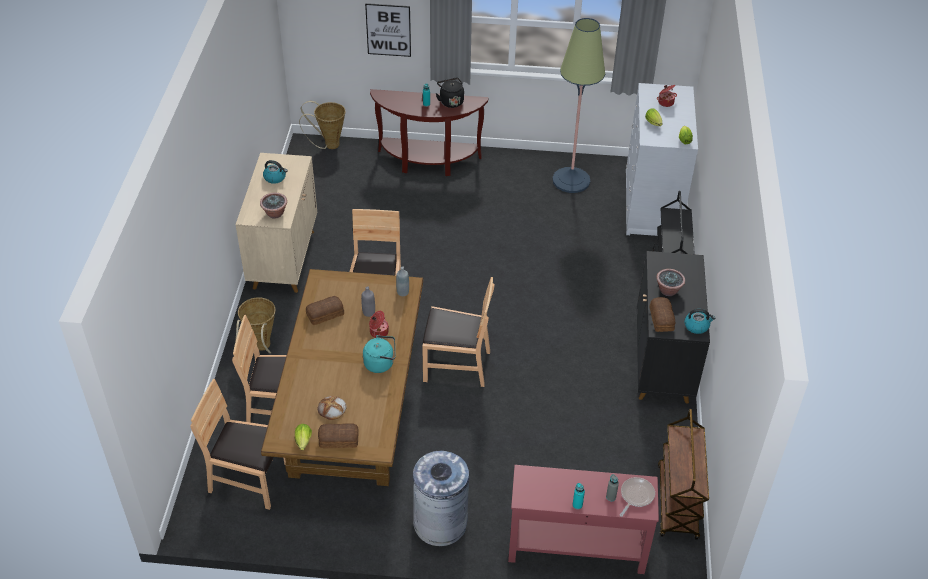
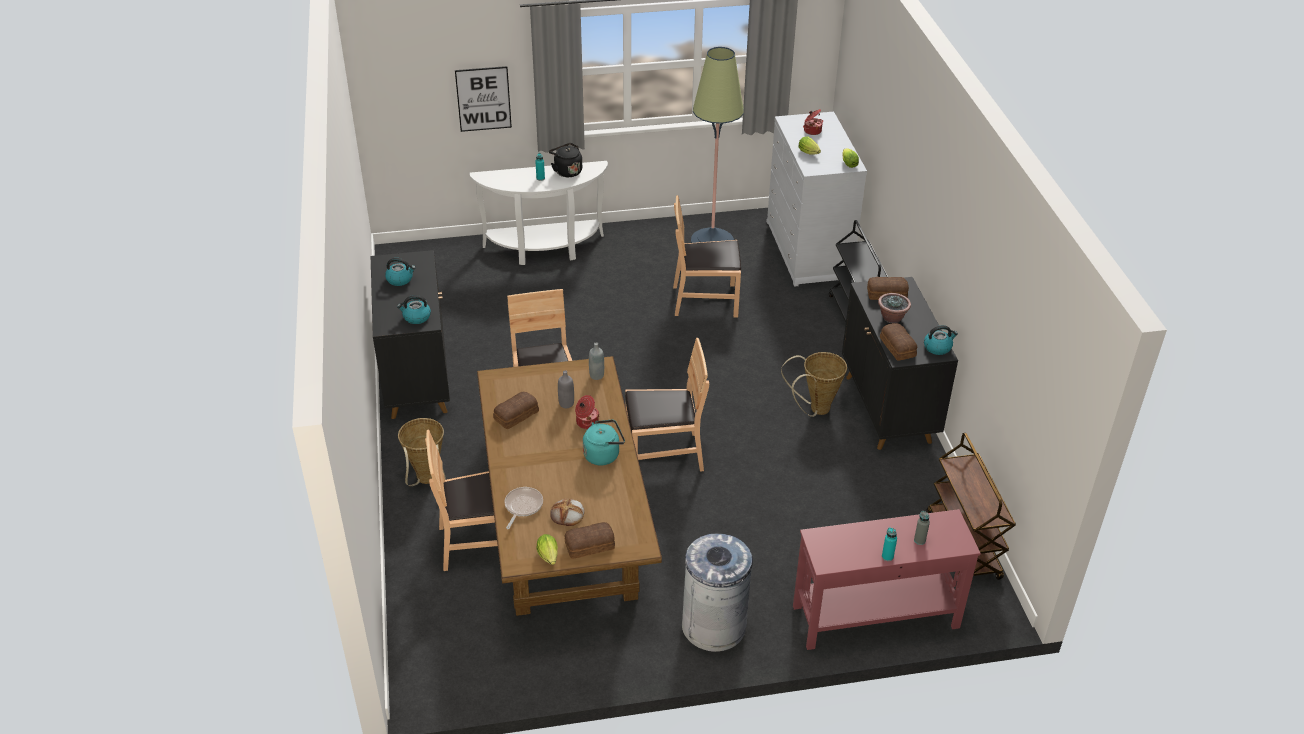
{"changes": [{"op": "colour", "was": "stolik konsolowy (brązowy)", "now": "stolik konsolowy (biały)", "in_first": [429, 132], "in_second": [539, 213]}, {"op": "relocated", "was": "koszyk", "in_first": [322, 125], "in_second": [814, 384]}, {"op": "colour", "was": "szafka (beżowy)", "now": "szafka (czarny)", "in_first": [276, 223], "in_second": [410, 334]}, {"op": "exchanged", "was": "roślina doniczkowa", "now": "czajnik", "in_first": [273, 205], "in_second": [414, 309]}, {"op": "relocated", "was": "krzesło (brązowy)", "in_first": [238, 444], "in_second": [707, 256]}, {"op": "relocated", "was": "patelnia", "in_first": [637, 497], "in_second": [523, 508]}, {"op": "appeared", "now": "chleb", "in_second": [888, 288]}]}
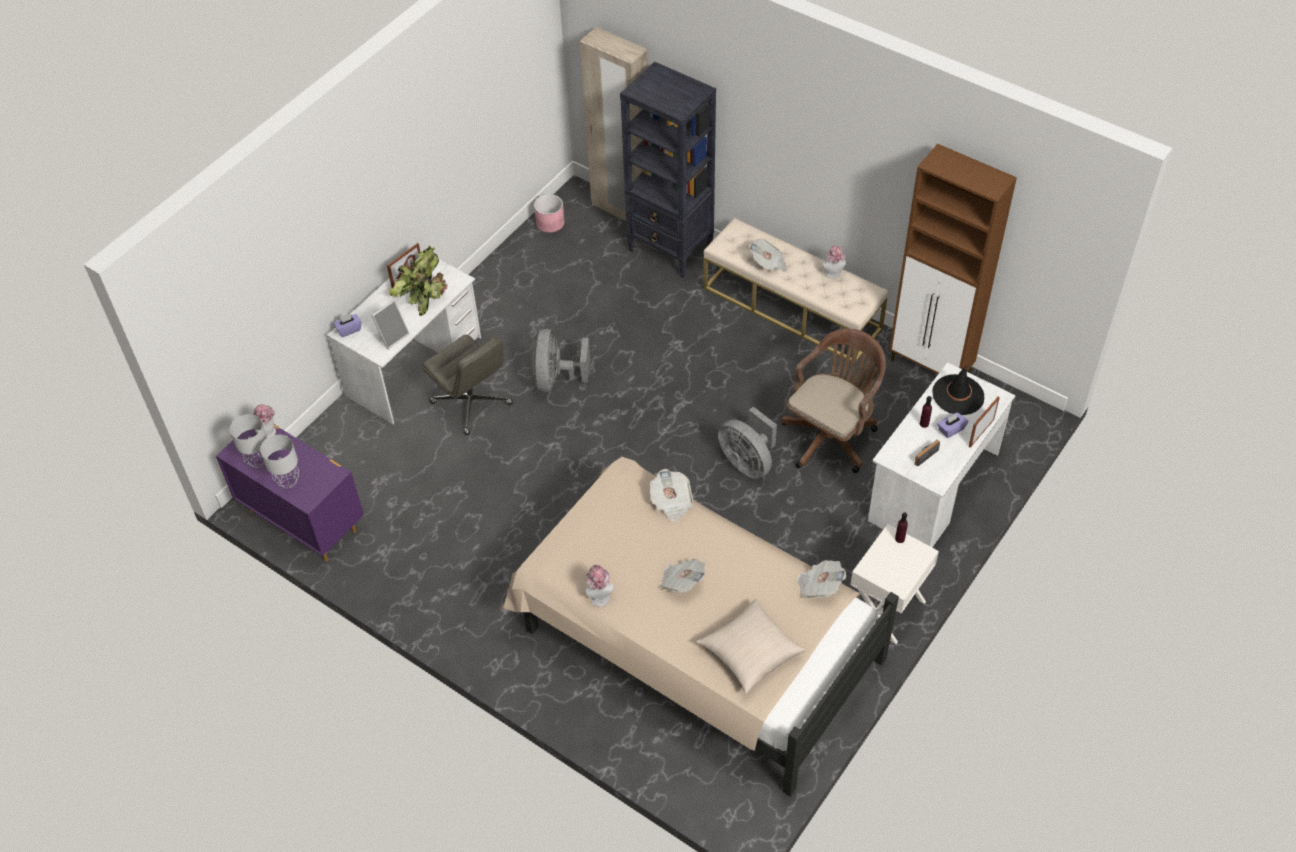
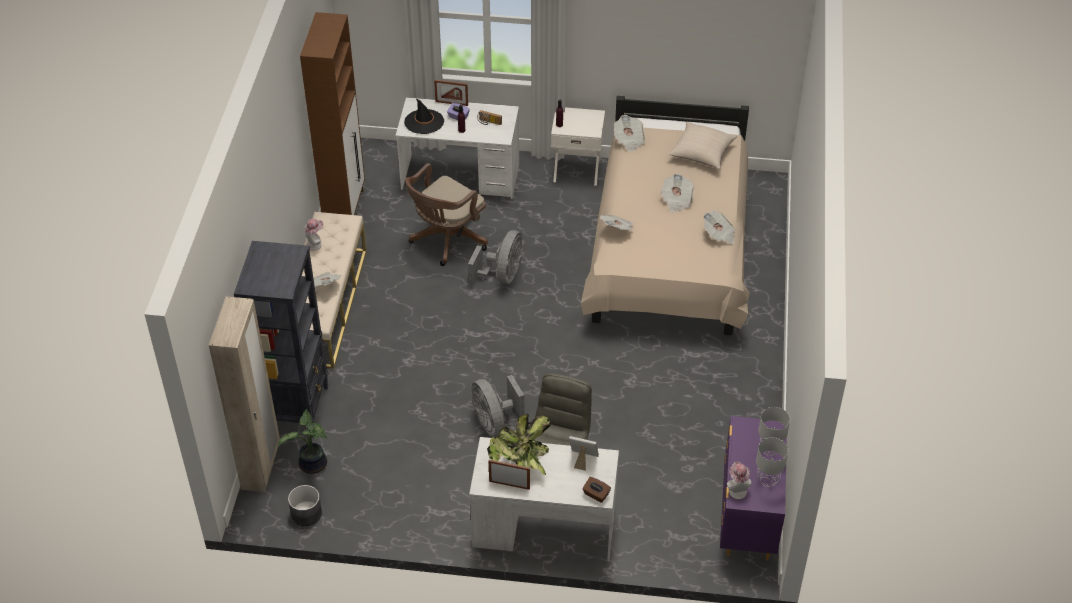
{"changes": [{"op": "colour", "was": "donica (różowy)", "now": "donica (szary)", "in_first": [549, 213], "in_second": [305, 505]}, {"op": "colour", "was": "pudełko chusteczek (fioletowy)", "now": "pudełko chusteczek (brązowy)", "in_first": [347, 325], "in_second": [596, 490]}, {"op": "spun", "was": "krzesło biurowe (brązowy)", "in_first": [833, 400], "in_second": [446, 214], "clockwise": -60}, {"op": "spun", "was": "wentylator (szary)", "in_first": [561, 360], "in_second": [498, 406], "clockwise": 90}, {"op": "exchanged", "was": "kapelusz", "now": "gazeta", "in_first": [599, 586], "in_second": [719, 228]}, {"op": "appeared", "now": "roślina doniczkowa", "in_second": [302, 441]}]}
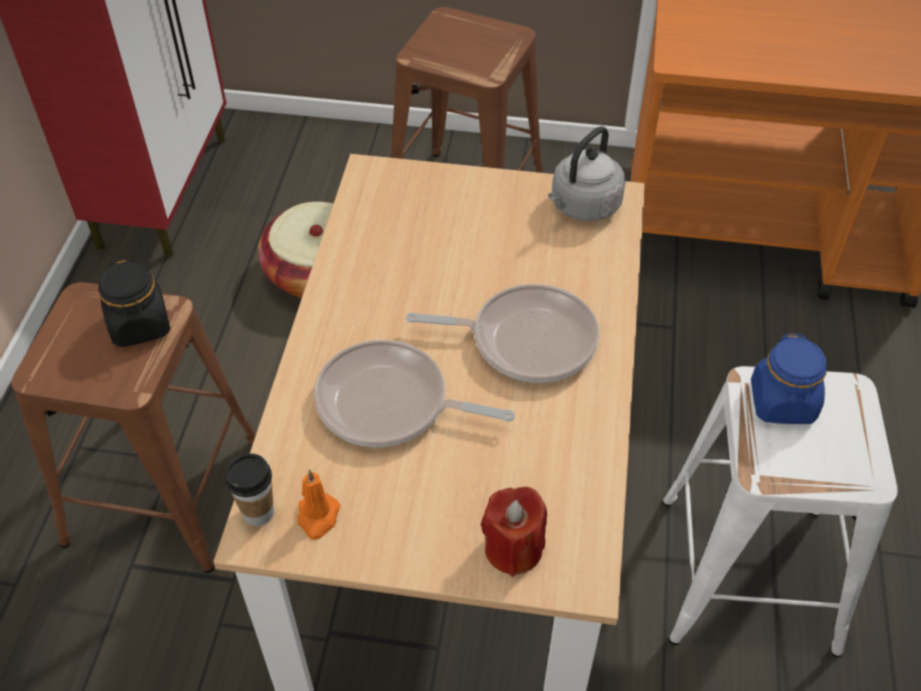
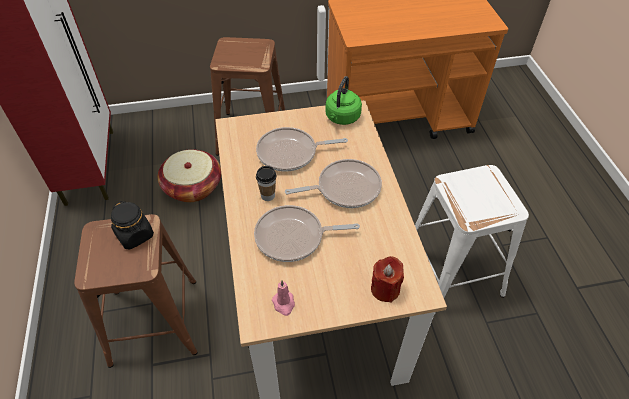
{"changes": [{"op": "colour", "was": "czajnik (szary)", "now": "czajnik (zielony)", "in_first": [587, 173], "in_second": [343, 100]}, {"op": "missing", "was": "słoik (niebieski)", "in_first": [789, 378]}, {"op": "relocated", "was": "filiżanka", "in_first": [249, 489], "in_second": [266, 183]}, {"op": "colour", "was": "świeca (pomarańczowy)", "now": "świeca (różowy)", "in_first": [318, 504], "in_second": [283, 298]}, {"op": "appeared", "now": "patelnia", "in_second": [302, 149]}]}
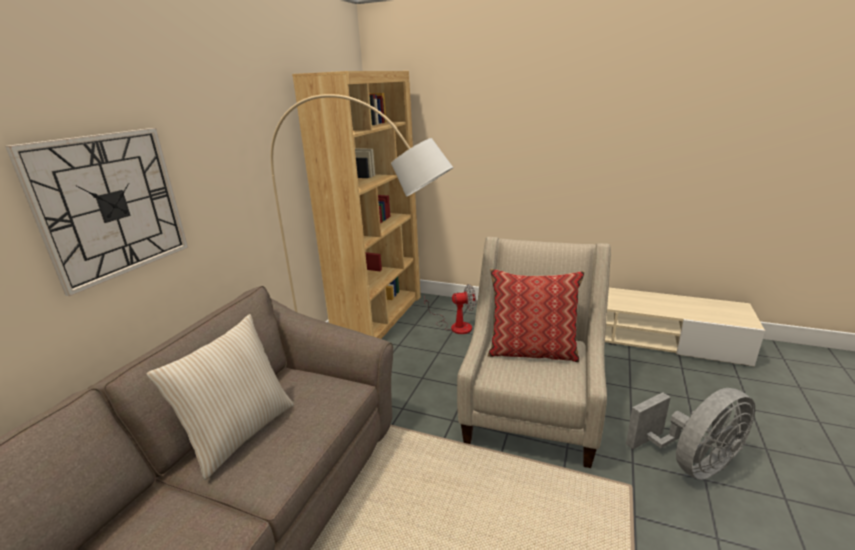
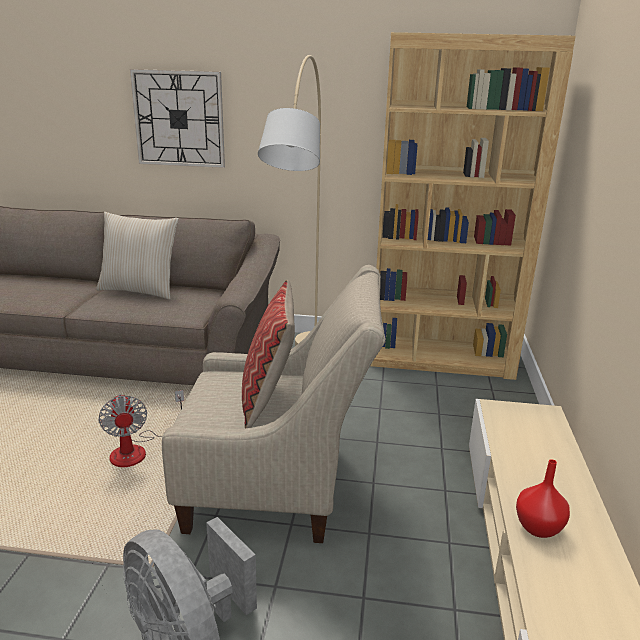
{"changes": [{"op": "relocated", "was": "wentylator", "in_first": [450, 309], "in_second": [141, 428]}, {"op": "appeared", "now": "wazon (czerwony)", "in_second": [543, 498]}]}
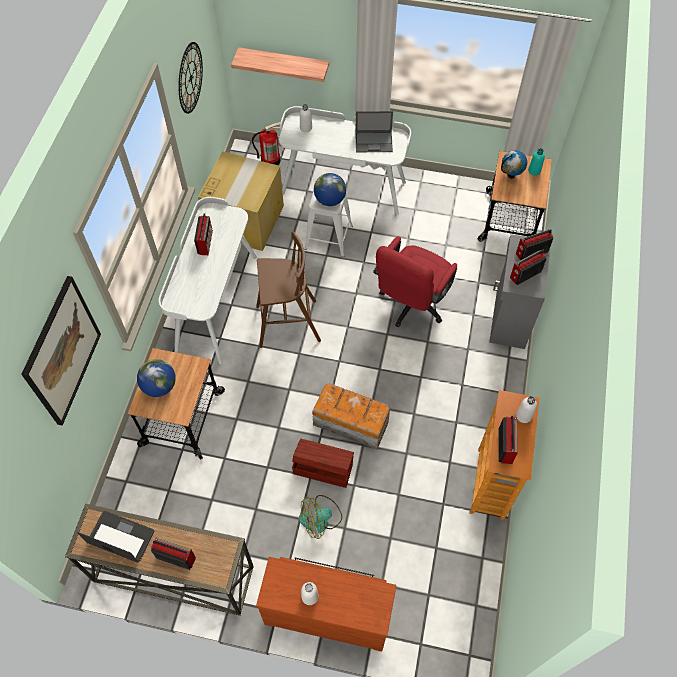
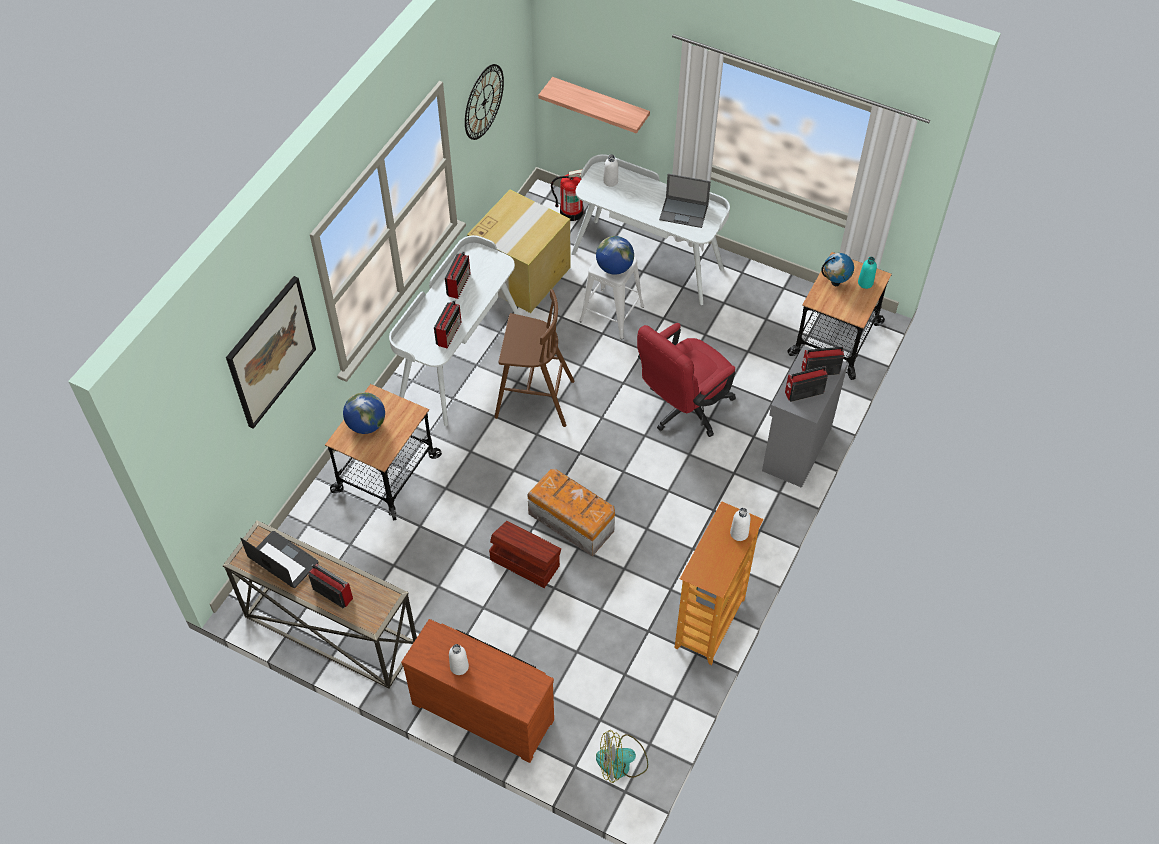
{"changes": [{"op": "relocated", "was": "radio", "in_first": [508, 439], "in_second": [448, 324]}, {"op": "relocated", "was": "wentylator", "in_first": [320, 517], "in_second": [622, 756]}]}
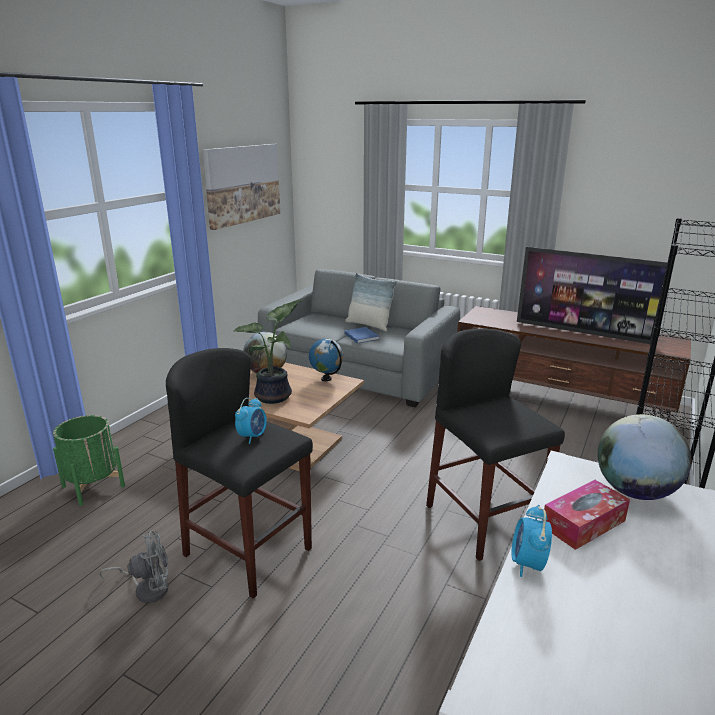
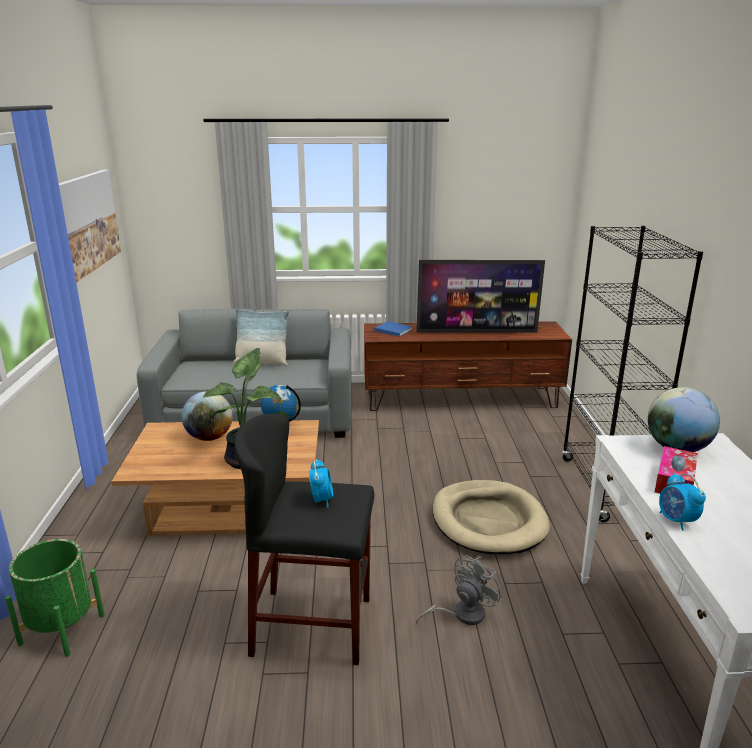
{"changes": [{"op": "relocated", "was": "książka (niebieski)", "in_first": [362, 335], "in_second": [393, 329]}, {"op": "exchanged", "was": "stołek (czarny)", "now": "legowisko (beżowy)", "in_first": [495, 444], "in_second": [491, 517]}, {"op": "relocated", "was": "wentylator (szary)", "in_first": [134, 567], "in_second": [459, 590]}]}
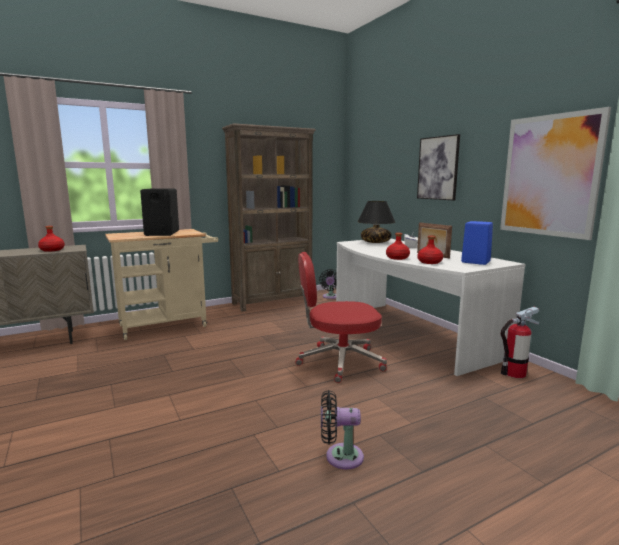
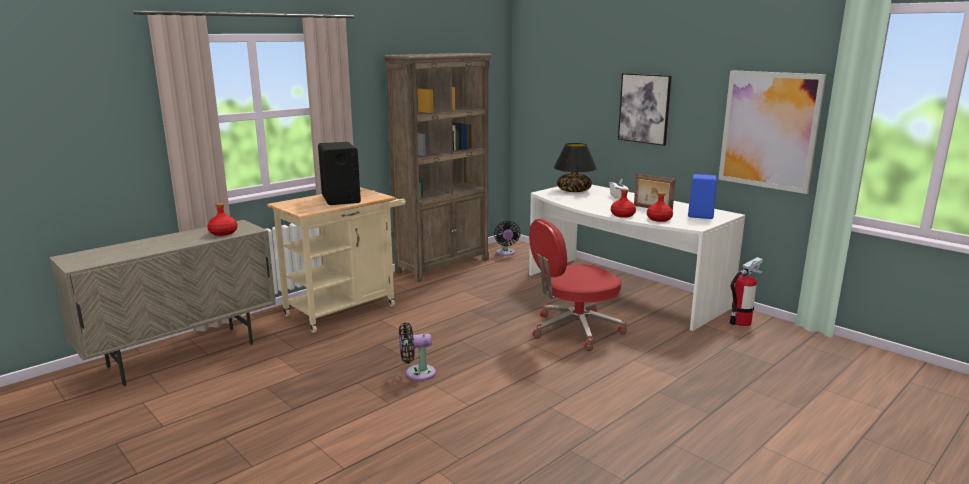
{"changes": [{"op": "relocated", "was": "wentylator (czarny)", "in_first": [342, 430], "in_second": [417, 351]}]}
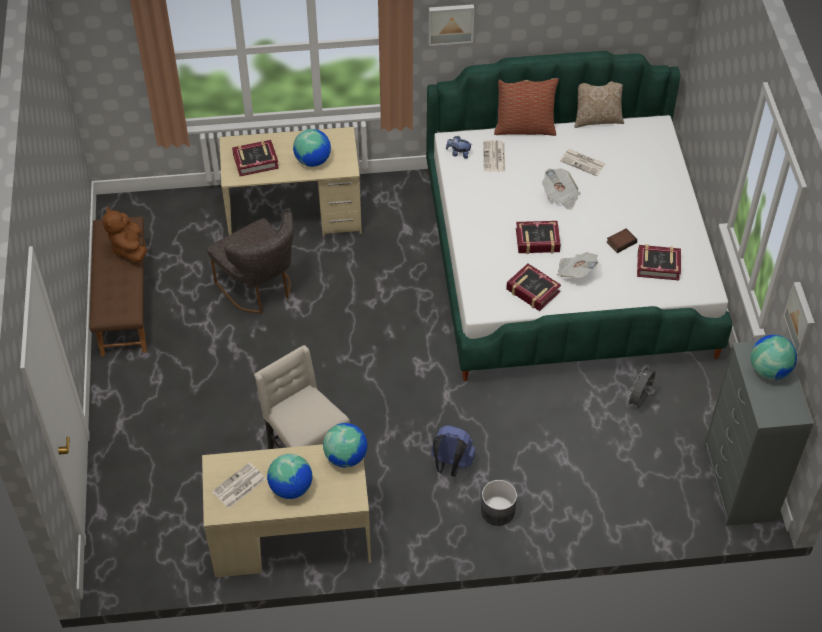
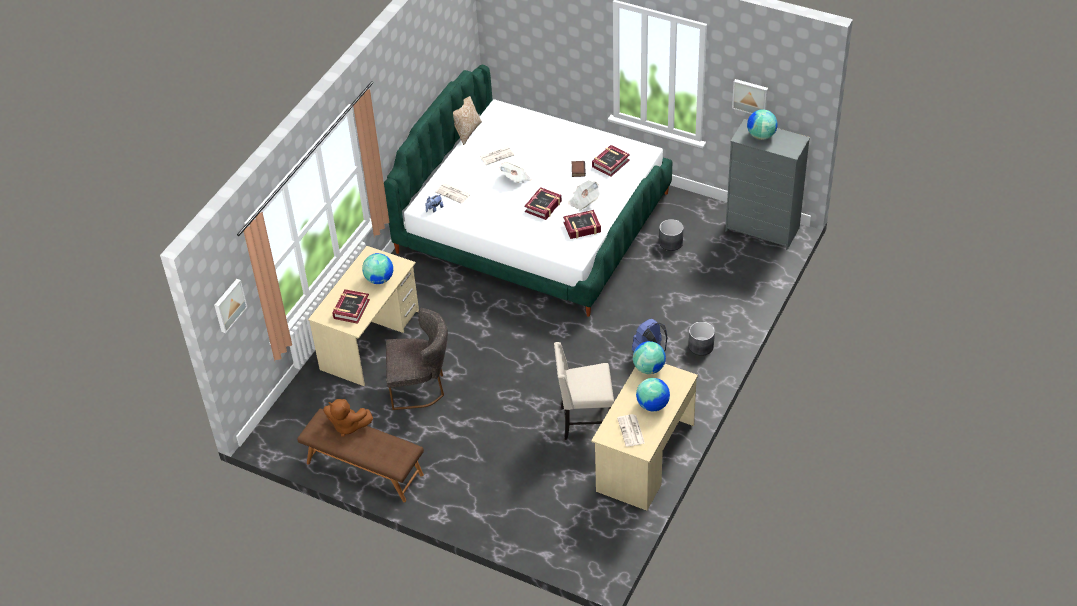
{"changes": [{"op": "relocated", "was": "obraz", "in_first": [451, 25], "in_second": [230, 306]}, {"op": "missing", "was": "poduszka", "in_first": [526, 107]}, {"op": "exchanged", "was": "wentylator (szary)", "now": "donica (szary)", "in_first": [641, 386], "in_second": [671, 235]}]}
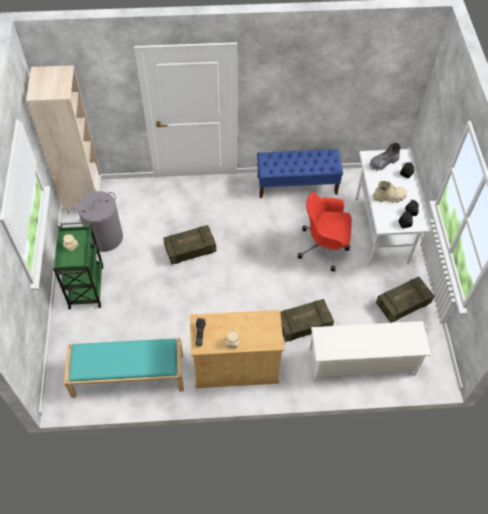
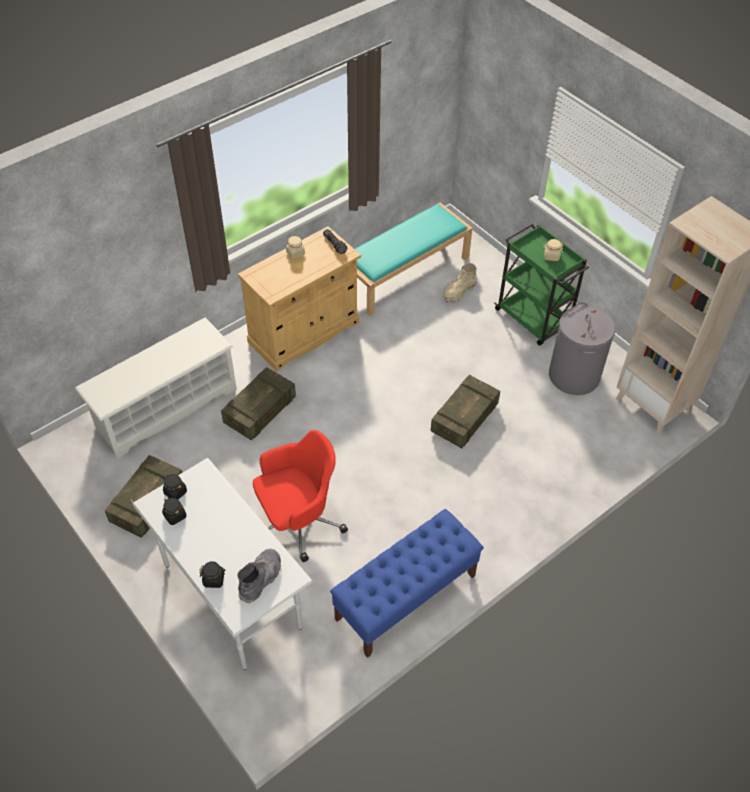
{"changes": [{"op": "relocated", "was": "but z cholewką (beżowy)", "in_first": [390, 192], "in_second": [459, 283]}]}
